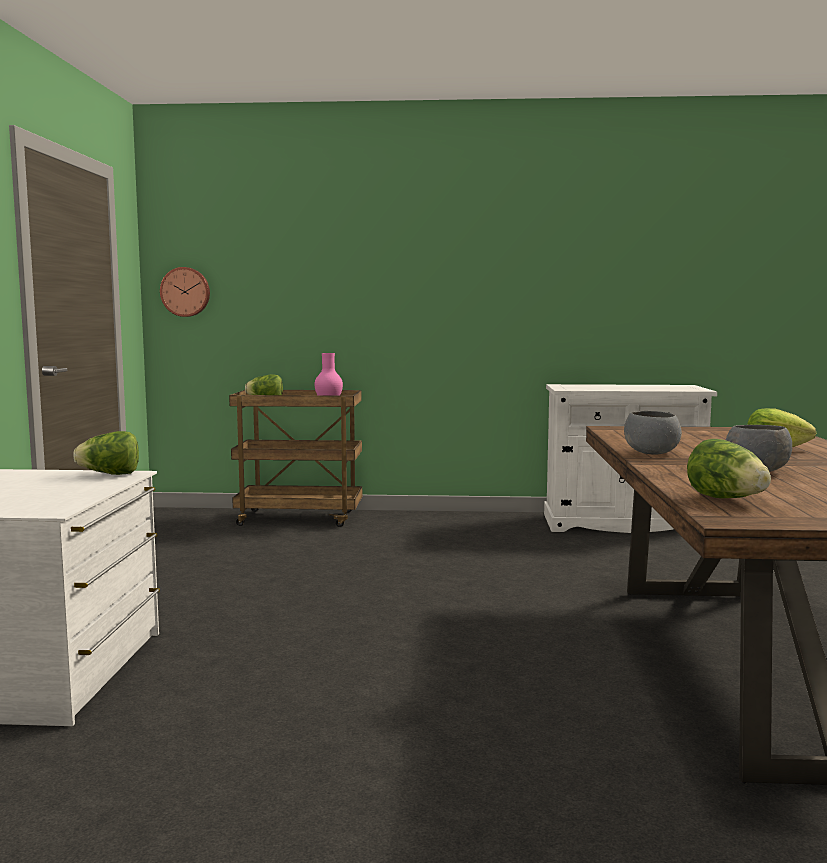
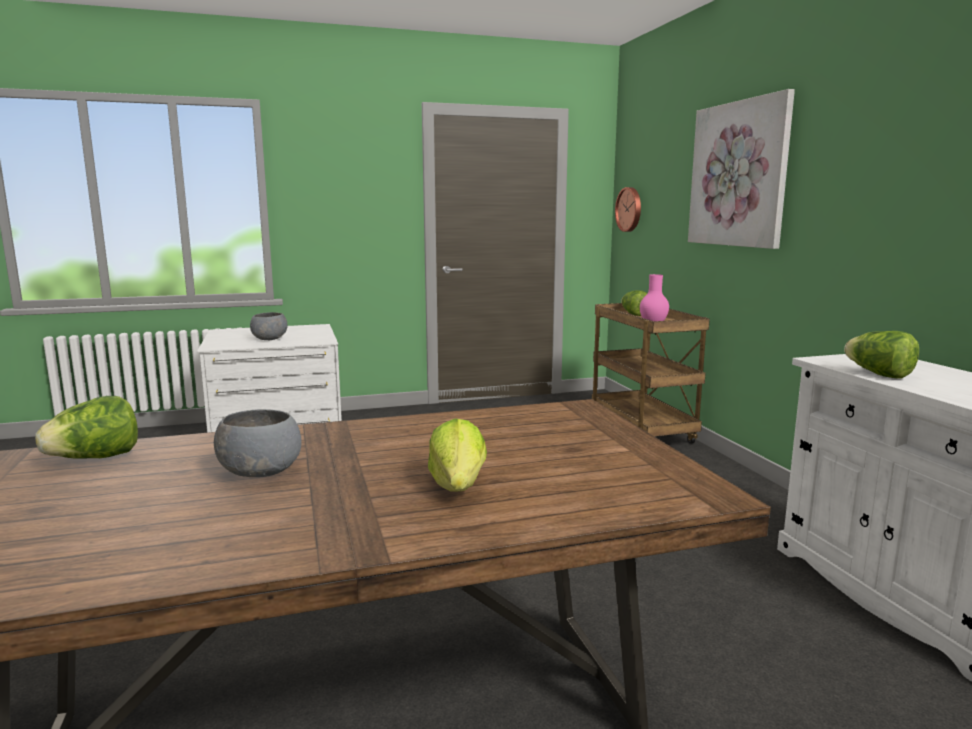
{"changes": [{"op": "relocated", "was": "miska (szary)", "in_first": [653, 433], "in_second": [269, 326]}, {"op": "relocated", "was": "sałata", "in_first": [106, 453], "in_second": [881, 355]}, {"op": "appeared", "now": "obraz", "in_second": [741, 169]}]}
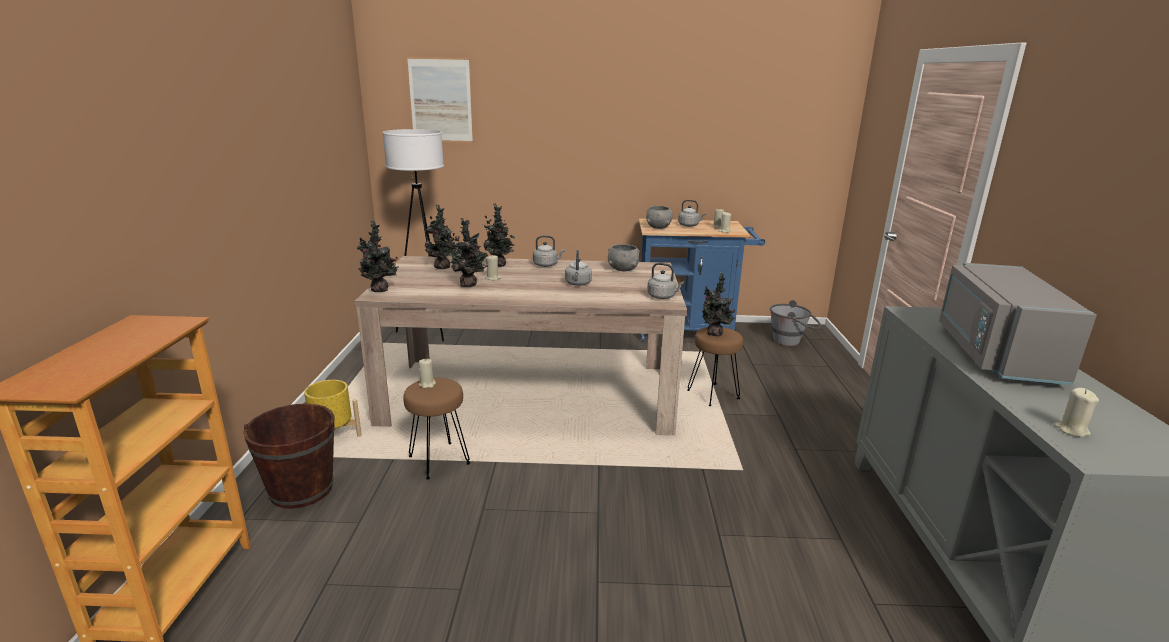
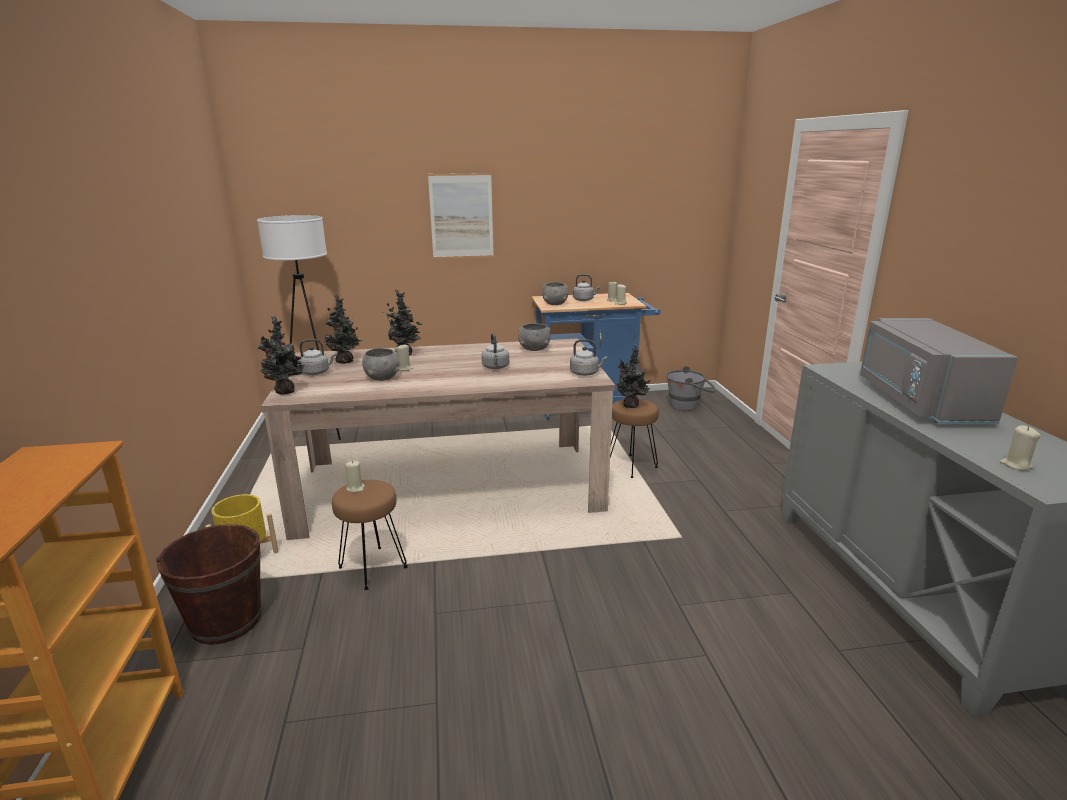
{"changes": [{"op": "relocated", "was": "obraz", "in_first": [440, 100], "in_second": [461, 216]}, {"op": "exchanged", "was": "roślina doniczkowa", "now": "miska (szary)", "in_first": [469, 252], "in_second": [380, 364]}, {"op": "relocated", "was": "czajnik (szary)", "in_first": [549, 251], "in_second": [317, 357]}]}
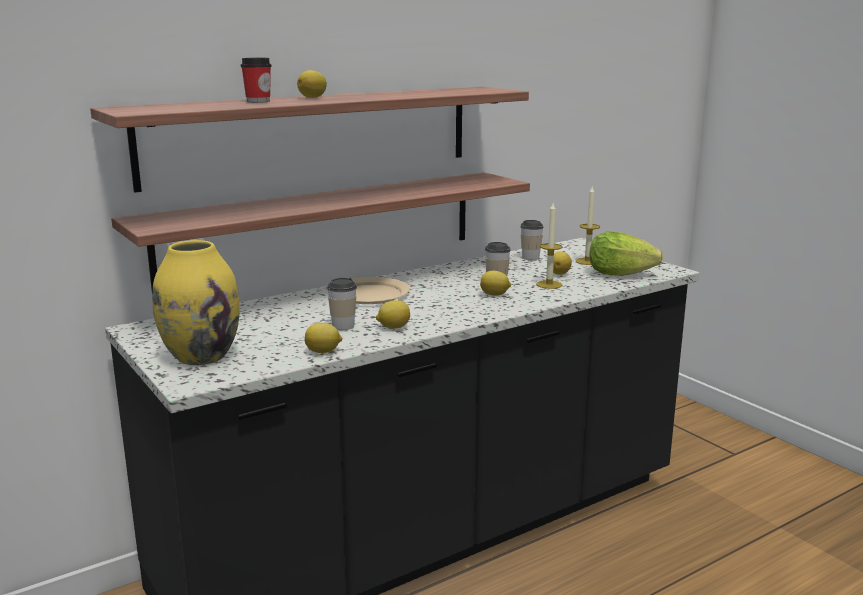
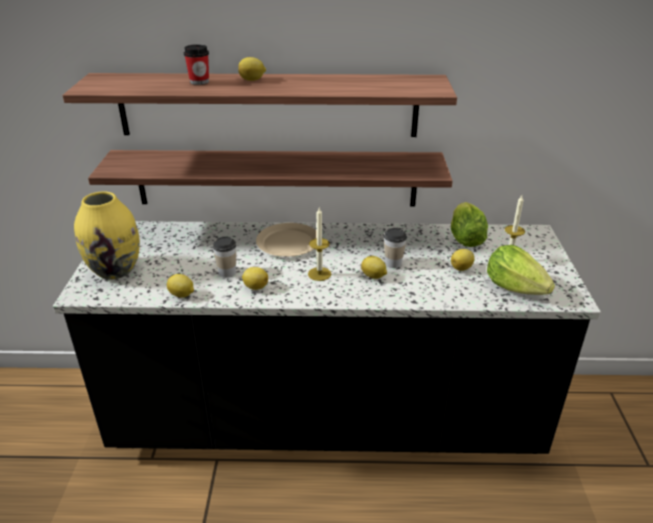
{"changes": [{"op": "relocated", "was": "świeca", "in_first": [549, 246], "in_second": [319, 244]}, {"op": "exchanged", "was": "filiżanka", "now": "sałata", "in_first": [532, 240], "in_second": [469, 224]}]}
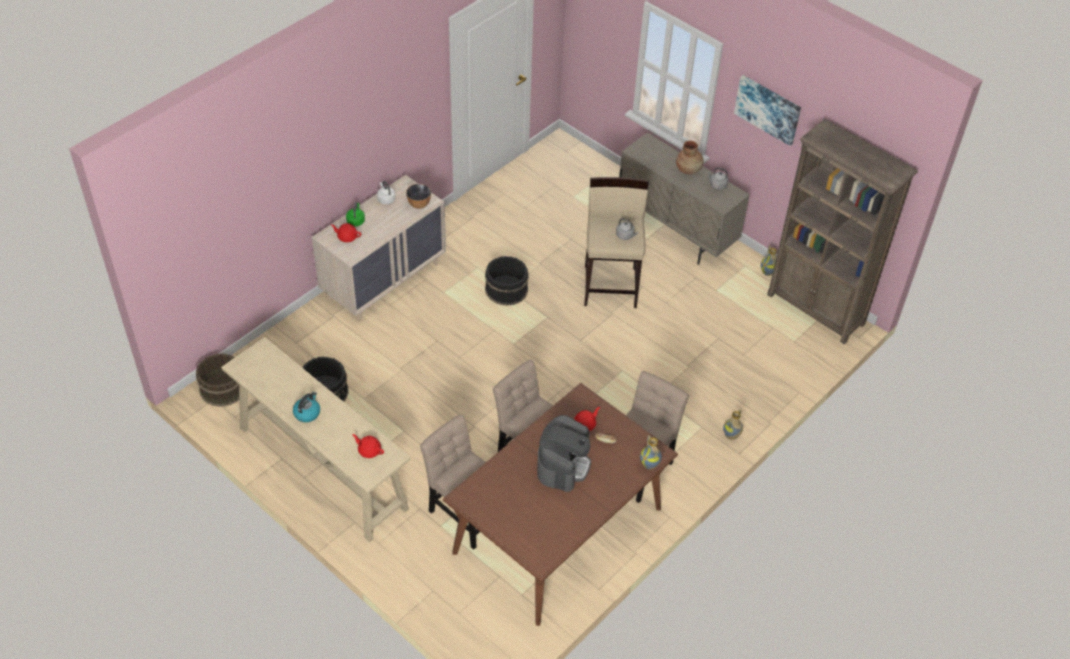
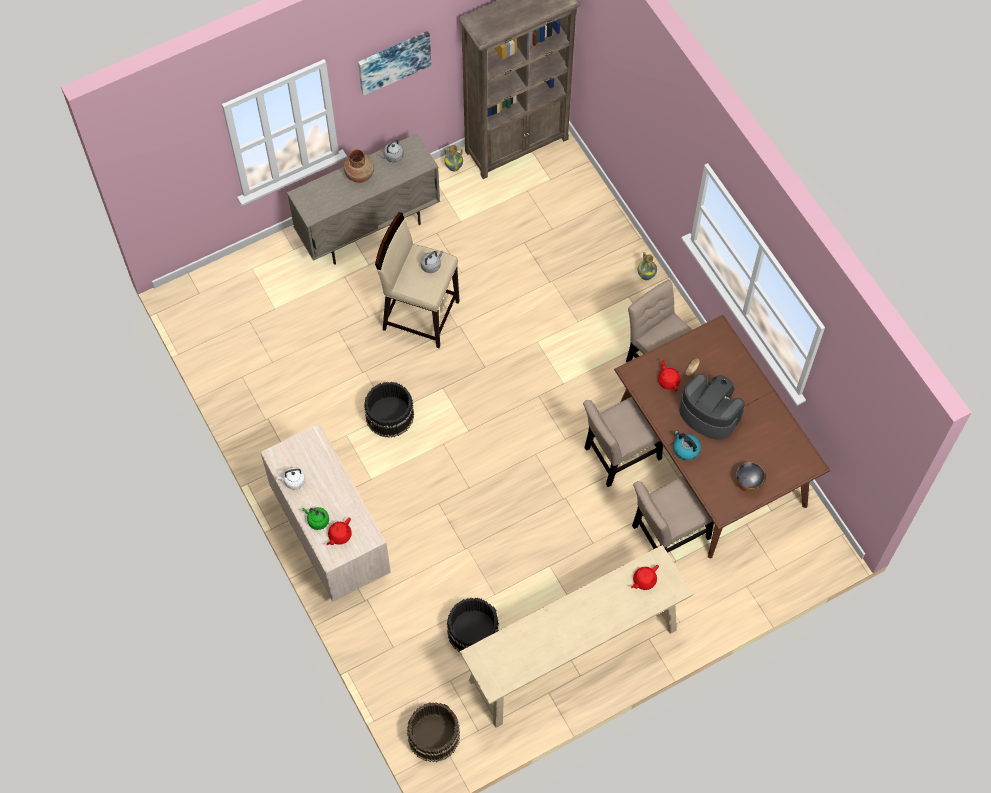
{"changes": [{"op": "relocated", "was": "miska", "in_first": [418, 196], "in_second": [750, 477]}, {"op": "relocated", "was": "czajnik", "in_first": [306, 407], "in_second": [687, 445]}, {"op": "missing", "was": "wazon", "in_first": [651, 452]}]}
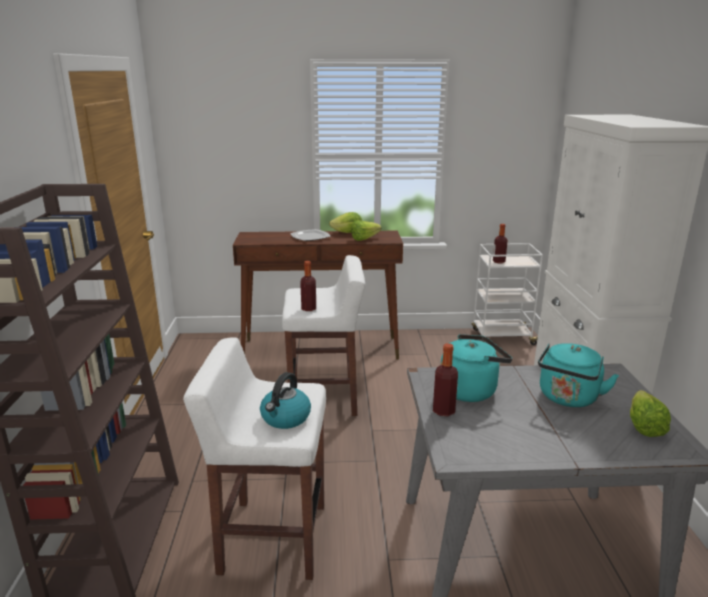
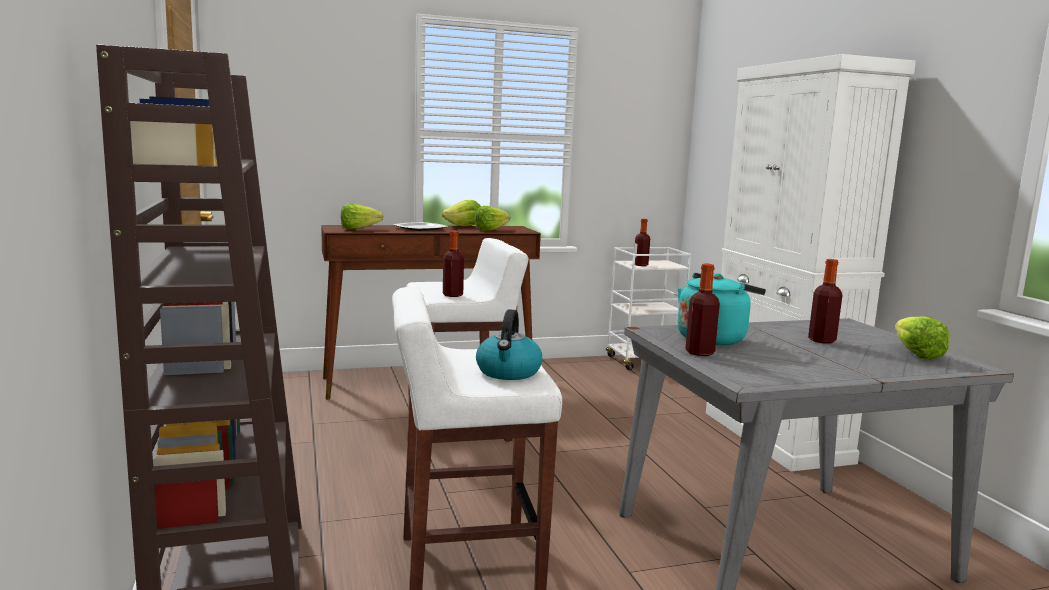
{"changes": [{"op": "exchanged", "was": "czajnik (turkusowy)", "now": "butelka", "in_first": [578, 375], "in_second": [825, 301]}, {"op": "appeared", "now": "sałata", "in_second": [362, 216]}]}
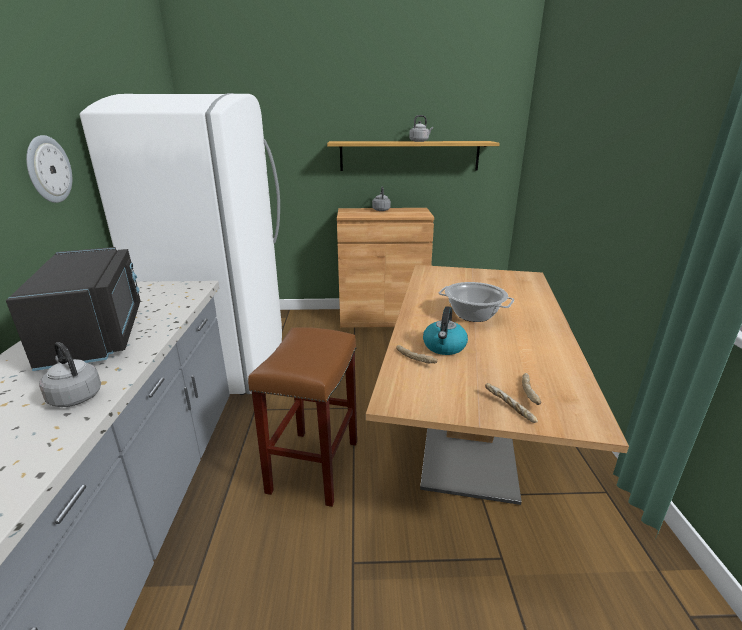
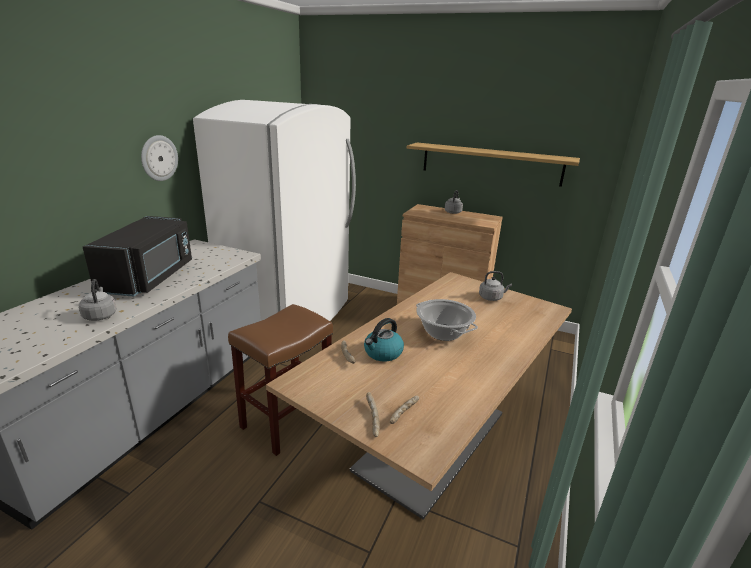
{"changes": [{"op": "relocated", "was": "czajnik (szary)", "in_first": [421, 128], "in_second": [495, 286]}]}
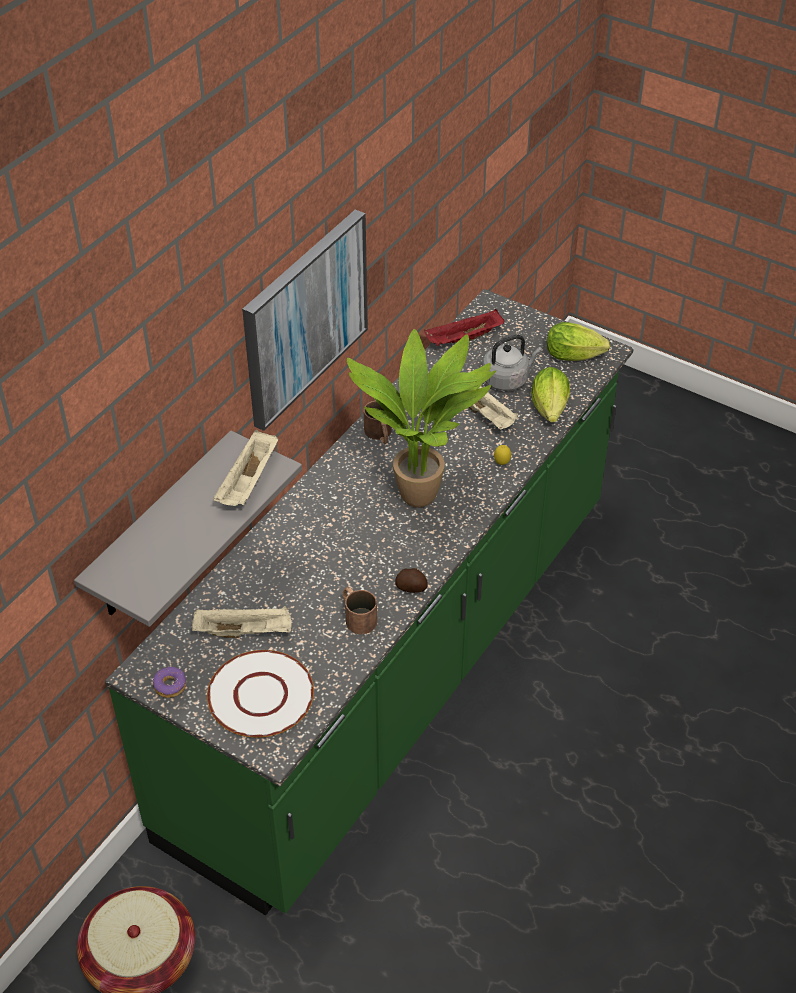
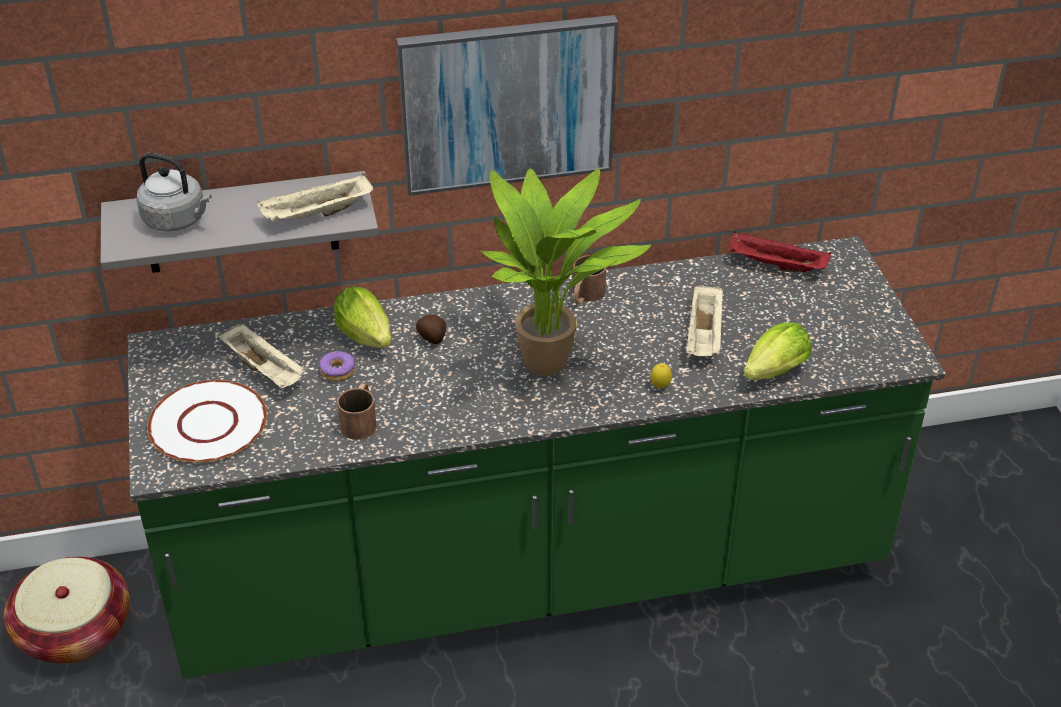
{"changes": [{"op": "relocated", "was": "sałata", "in_first": [578, 341], "in_second": [362, 317]}, {"op": "relocated", "was": "czajnik (szary)", "in_first": [512, 363], "in_second": [174, 192]}, {"op": "relocated", "was": "ziemniak", "in_first": [411, 580], "in_second": [431, 329]}, {"op": "relocated", "was": "donut", "in_first": [169, 682], "in_second": [337, 366]}]}
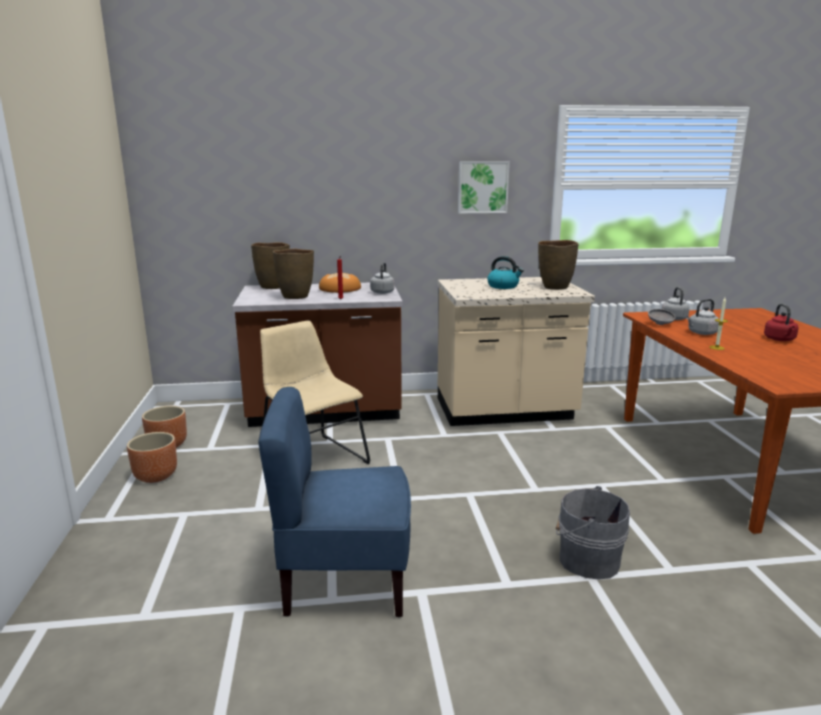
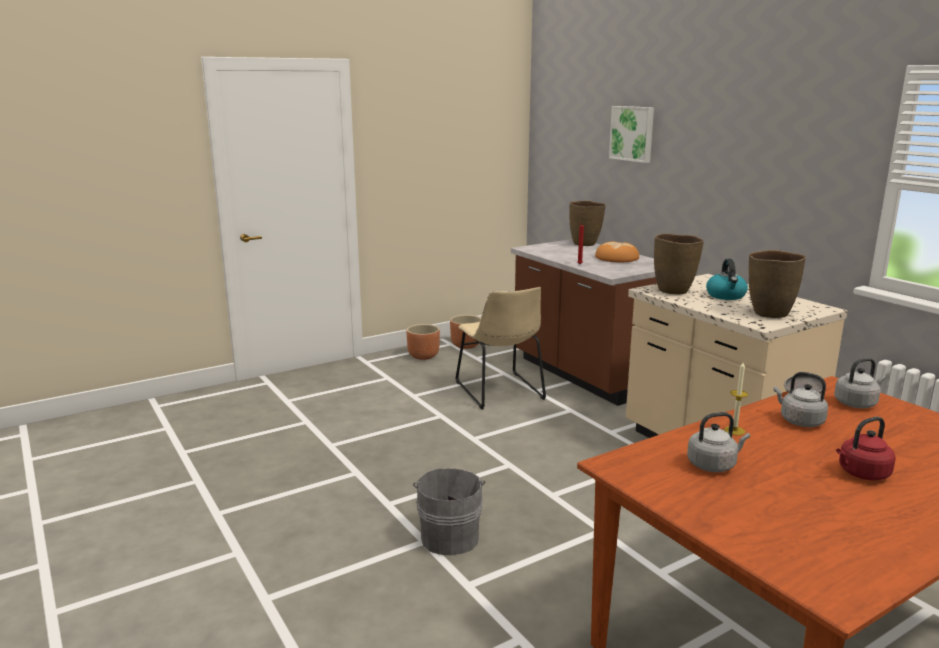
{"changes": [{"op": "relocated", "was": "obraz", "in_first": [484, 188], "in_second": [631, 134]}, {"op": "relocated", "was": "wazon (brązowy)", "in_first": [293, 274], "in_second": [679, 263]}, {"op": "relocated", "was": "czajnik (szary)", "in_first": [382, 278], "in_second": [718, 442]}, {"op": "spun", "was": "krzesło (beżowy)", "in_first": [315, 392], "in_second": [500, 348], "clockwise": 135}, {"op": "missing", "was": "krzesło (niebieski)", "in_first": [334, 502]}]}
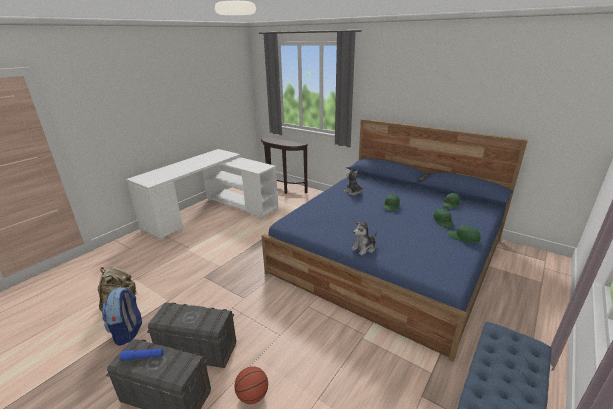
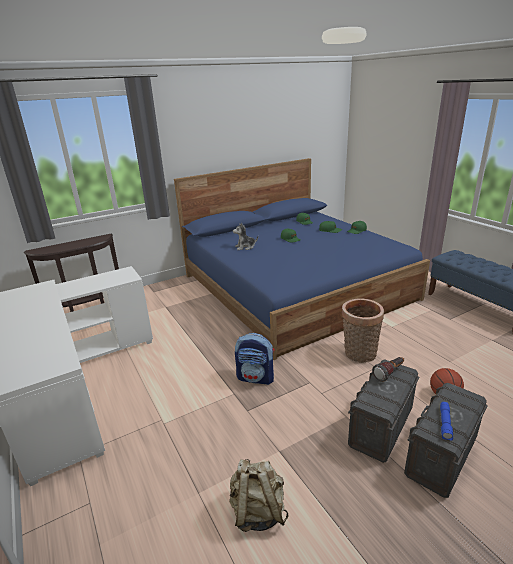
{"changes": [{"op": "missing", "was": "pluszak", "in_first": [364, 238]}, {"op": "relocated", "was": "plecak", "in_first": [122, 316], "in_second": [255, 359]}, {"op": "appeared", "now": "koszyk", "in_second": [363, 330]}, {"op": "appeared", "now": "latarka", "in_second": [388, 369]}]}
